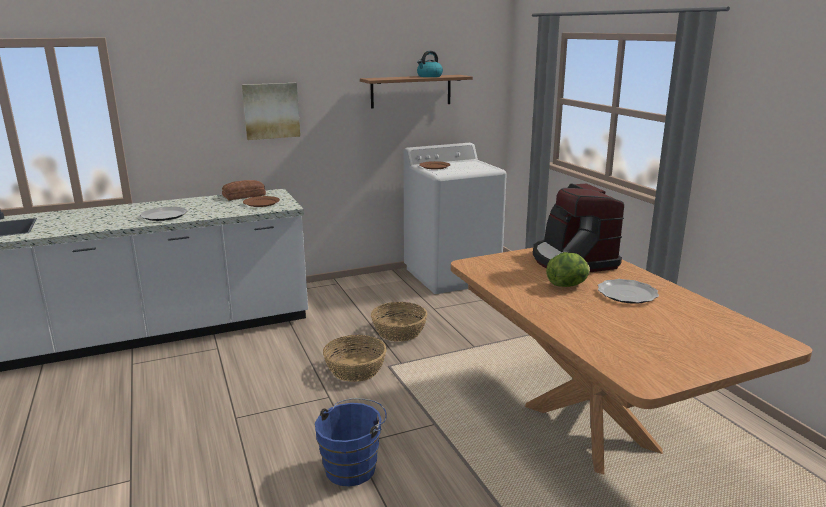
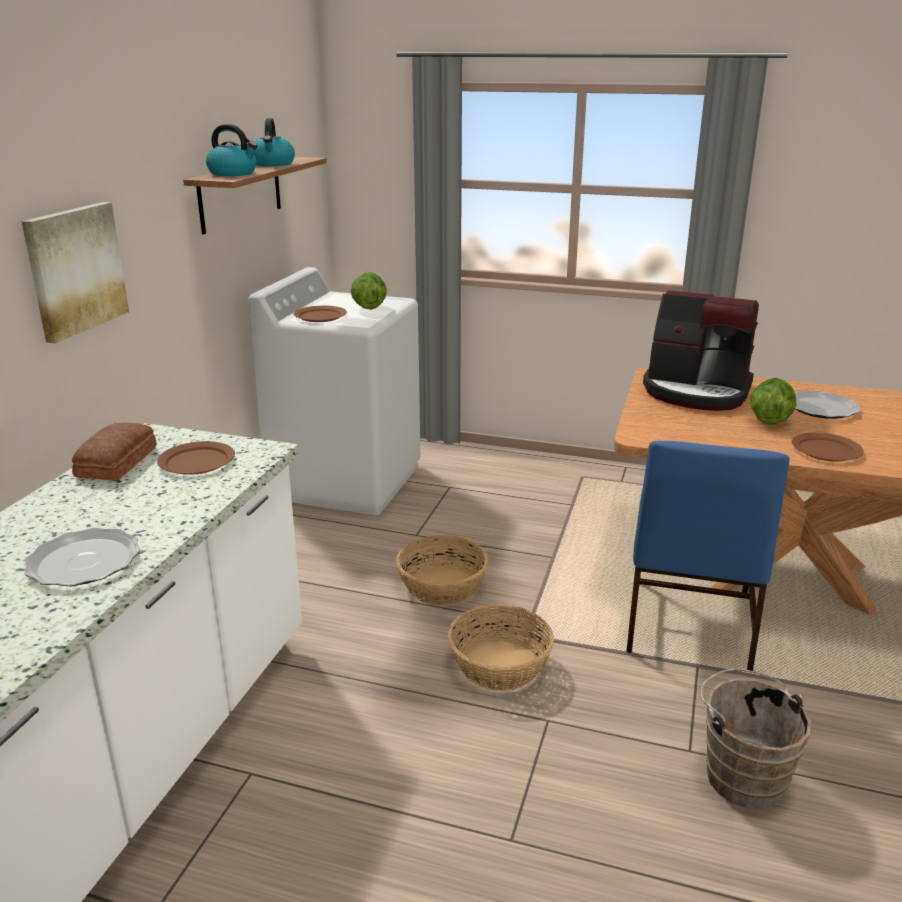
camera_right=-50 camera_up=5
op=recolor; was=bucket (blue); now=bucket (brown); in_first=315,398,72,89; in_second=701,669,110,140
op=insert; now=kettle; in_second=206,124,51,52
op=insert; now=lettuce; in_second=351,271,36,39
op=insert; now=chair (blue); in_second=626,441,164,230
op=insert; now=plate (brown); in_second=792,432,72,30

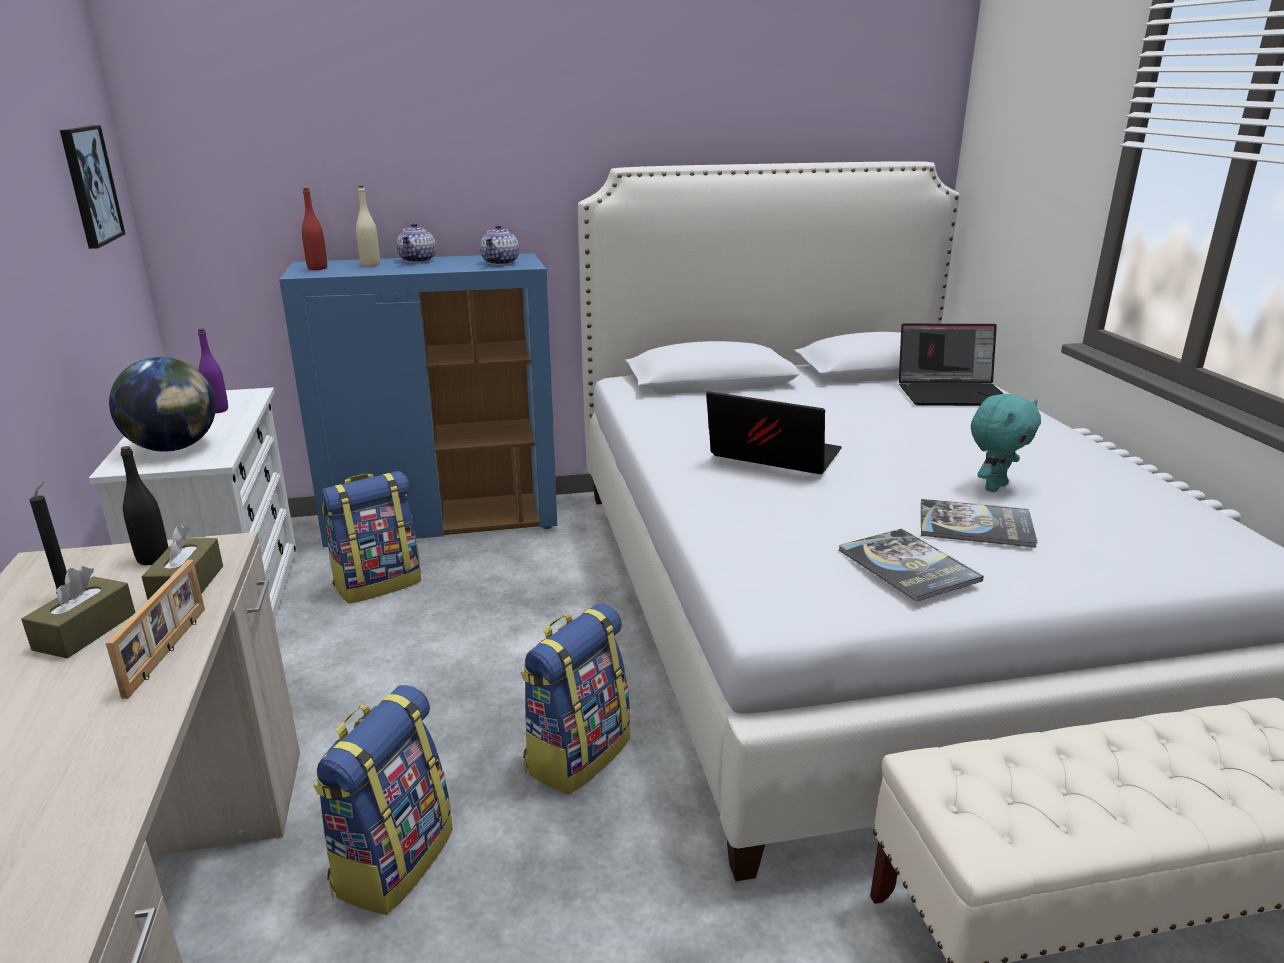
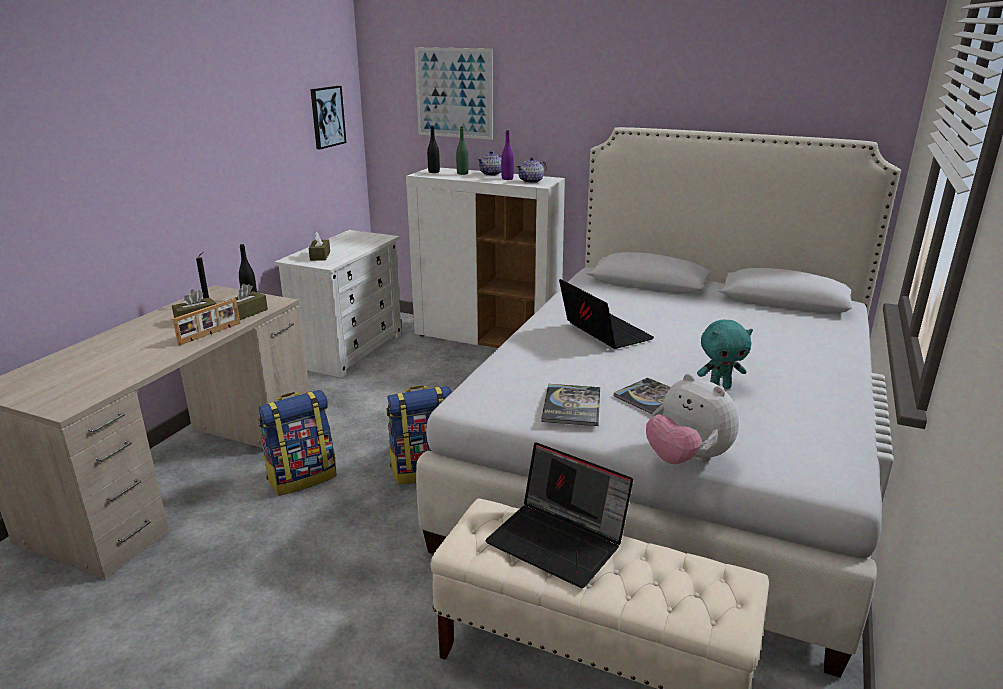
camera_right=35 camera_up=0
op=replace; was=globe; now=tissue box (brown); in_first=109,357,107,95; in_second=308,232,22,29
op=move; was=bottle (purple); in_first=198,329,30,84; in_second=501,130,13,50
op=recolor; was=cabinet (blue); now=cabinet (white); in_first=279,253,278,294; in_second=406,168,159,180
op=recolor; was=bottle (red); now=bottle (black); in_first=302,188,25,82; in_second=427,125,13,48
op=delete; was=backpack; in_first=322,471,99,133
op=recolor; was=bottle (beige); now=bottle (green); in_first=356,186,24,81; in_second=456,127,12,48
op=move; was=laptop; in_first=899,324,104,82; in_second=486,442,147,146
op=insert; now=picture; in_second=414,47,79,93
op=insert; now=plush toy; in_second=646,374,93,90

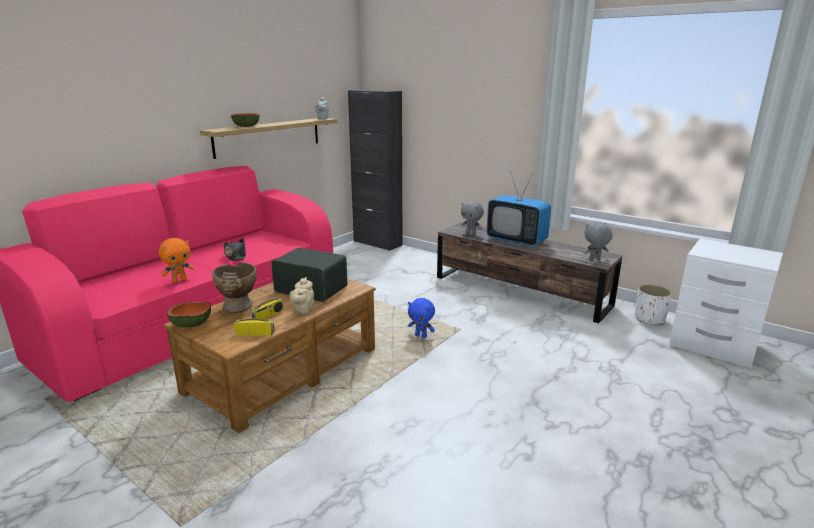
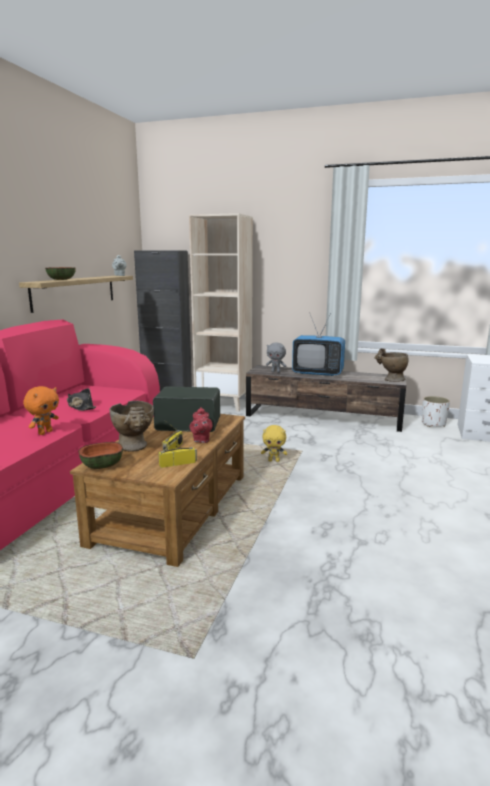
camera_right=-20 camera_up=-5
op=recolor; was=teapot (beige); now=teapot (red); in_first=289,277,25,37; in_second=190,407,23,36
op=recolor; was=plush toy (blue); now=plush toy (yellow); in_first=408,298,27,40; in_second=261,425,26,37
op=replace; was=plush toy (grey); now=vase (beige); in_first=583,222,29,38; in_second=375,348,34,34
op=insert; now=bookcase (beige); in_second=189,213,64,199

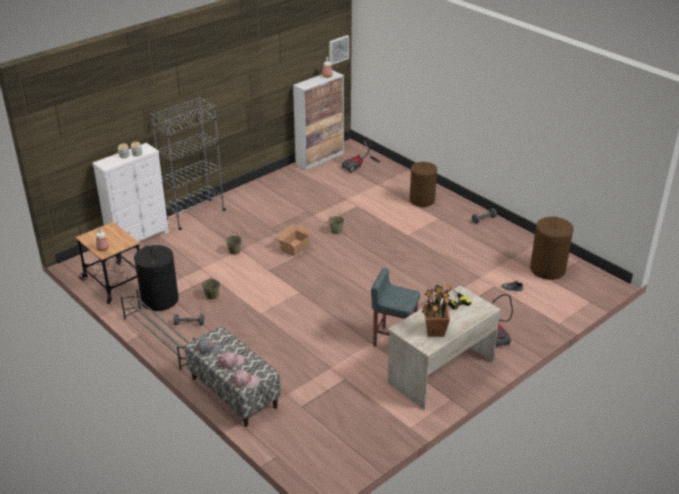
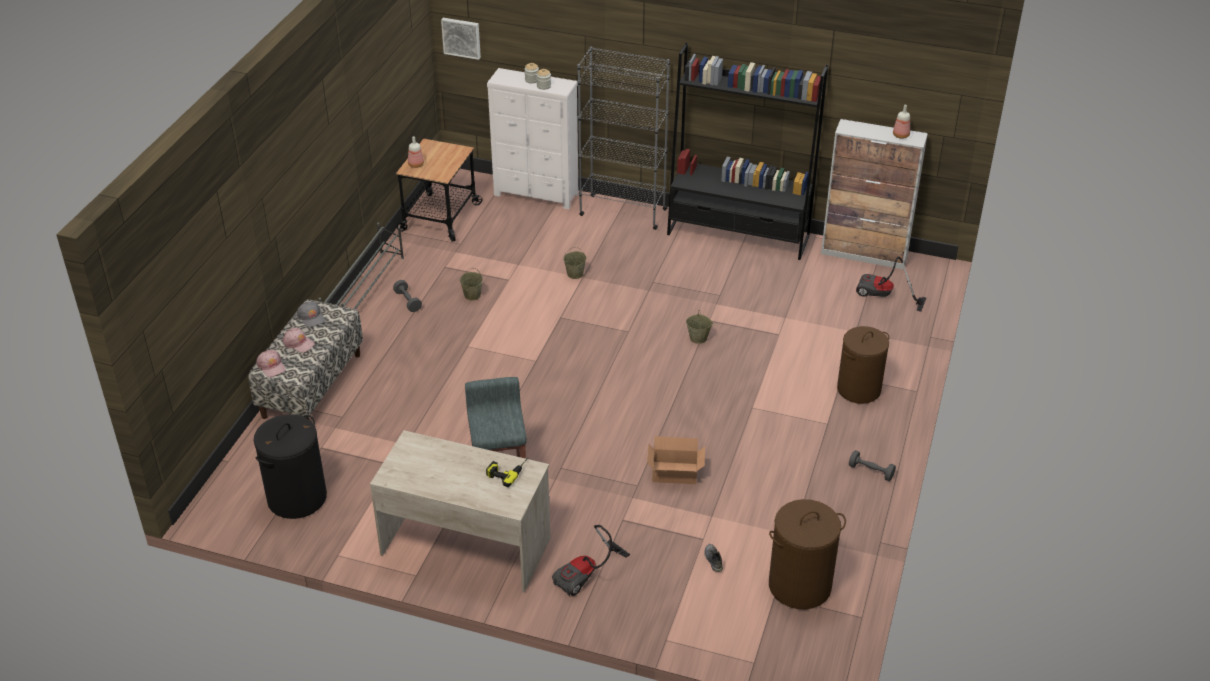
camera_right=60 camera_up=5
op=move; was=laundry basket (black); in_first=134,245,45,66; in_second=254,414,73,105
op=move; was=cardboard box; in_first=278,223,35,33; in_second=647,436,58,48
op=move; was=picture; in_first=329,35,20,30; in_second=441,18,40,42
op=delete; was=potted plant; in_first=422,284,30,53
op=insert; now=bookcase (black); in_second=667,43,161,217

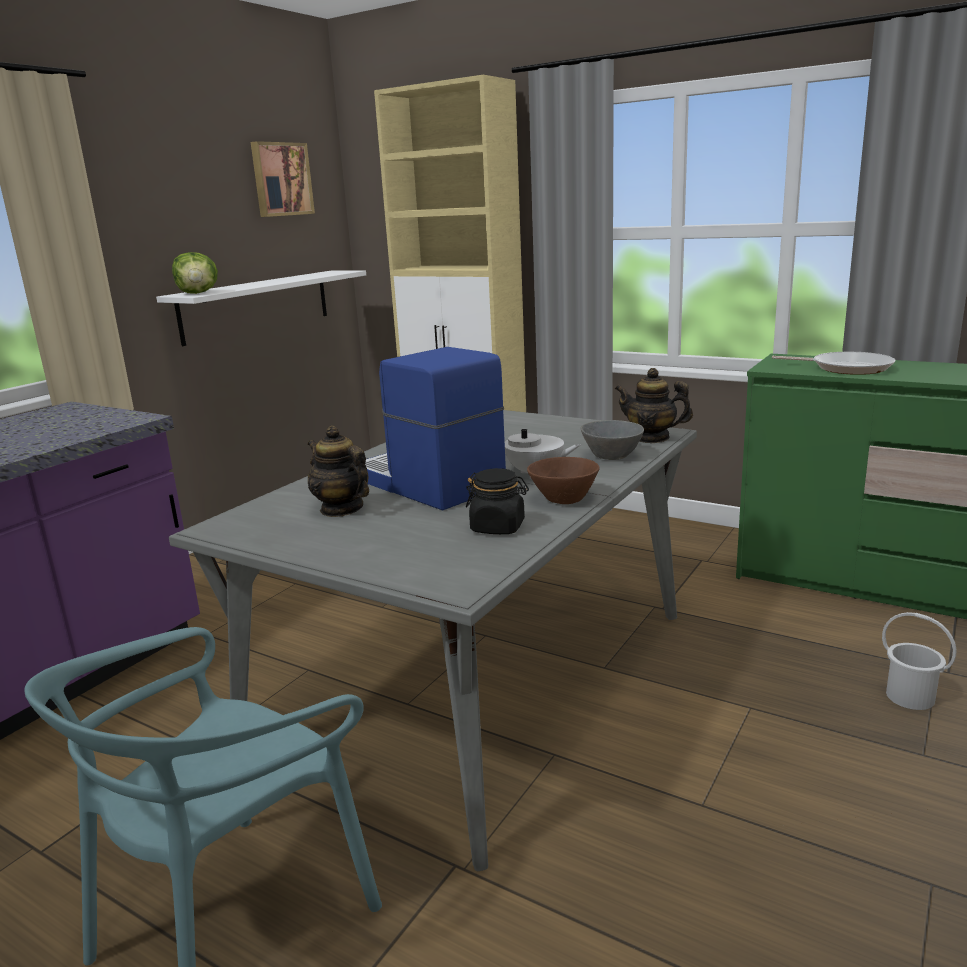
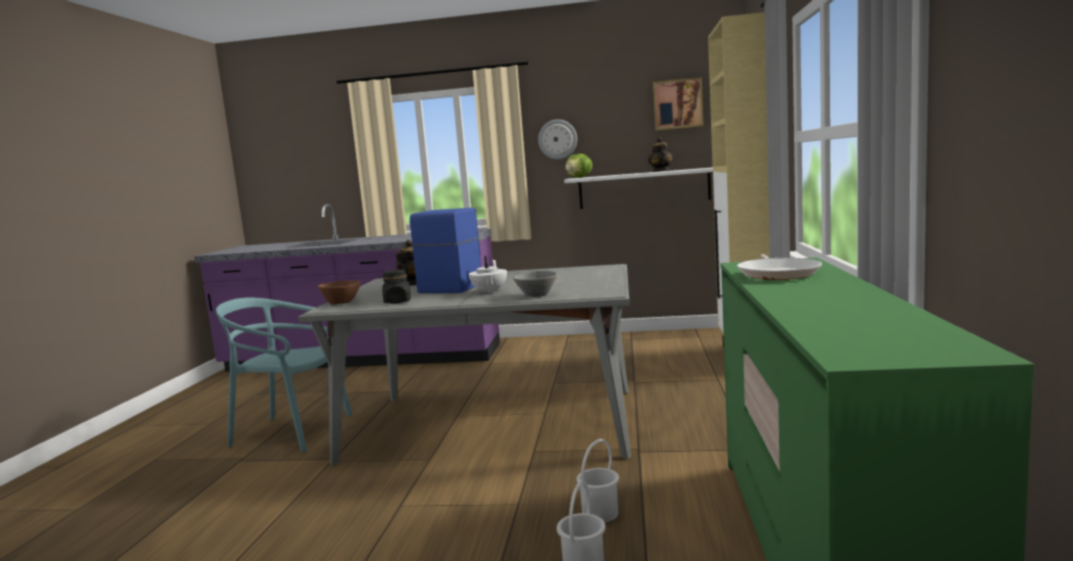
camera_right=65 camera_up=-10
op=move; was=bowl (brown); in_first=527,457,73,47; in_second=318,280,43,24
op=move; was=teapot; in_first=615,368,78,75; in_second=648,137,25,35
op=insert; now=wall clock; in_second=538,119,39,40
op=insert; now=bucket (white); in_second=577,439,42,84

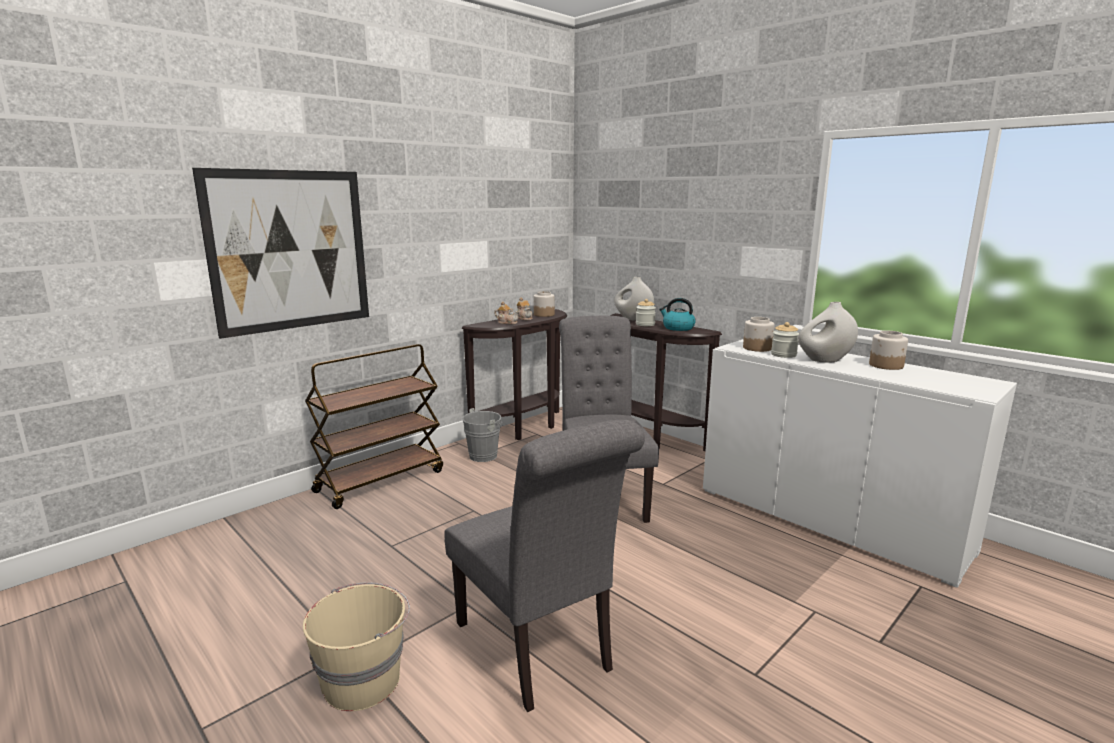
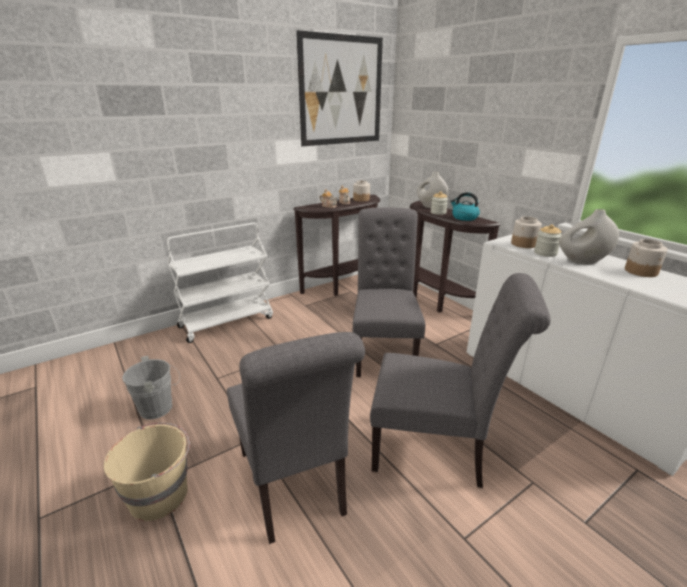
camera_right=10 camera_up=10
op=move; was=picture; in_first=192,168,177,171; in_second=296,30,87,116
op=recolor; was=cart (brown); now=cart (white); in_first=305,344,138,165; in_second=167,223,106,120
op=move; was=bucket (grey); in_first=462,408,47,54; in_second=122,356,58,63
op=insert; now=chair (grey); in_second=370,273,181,215

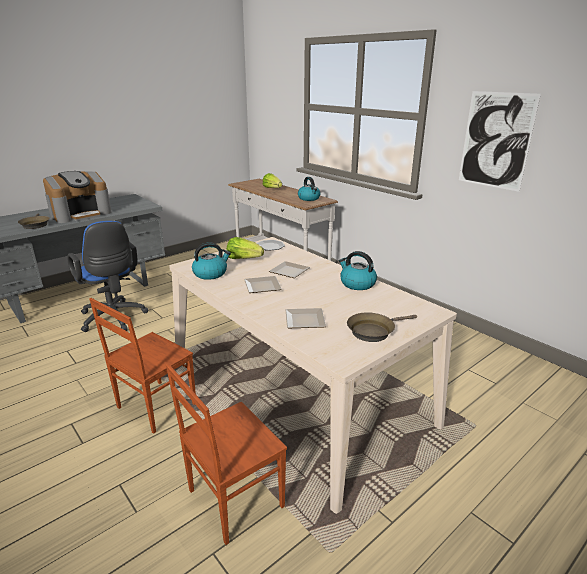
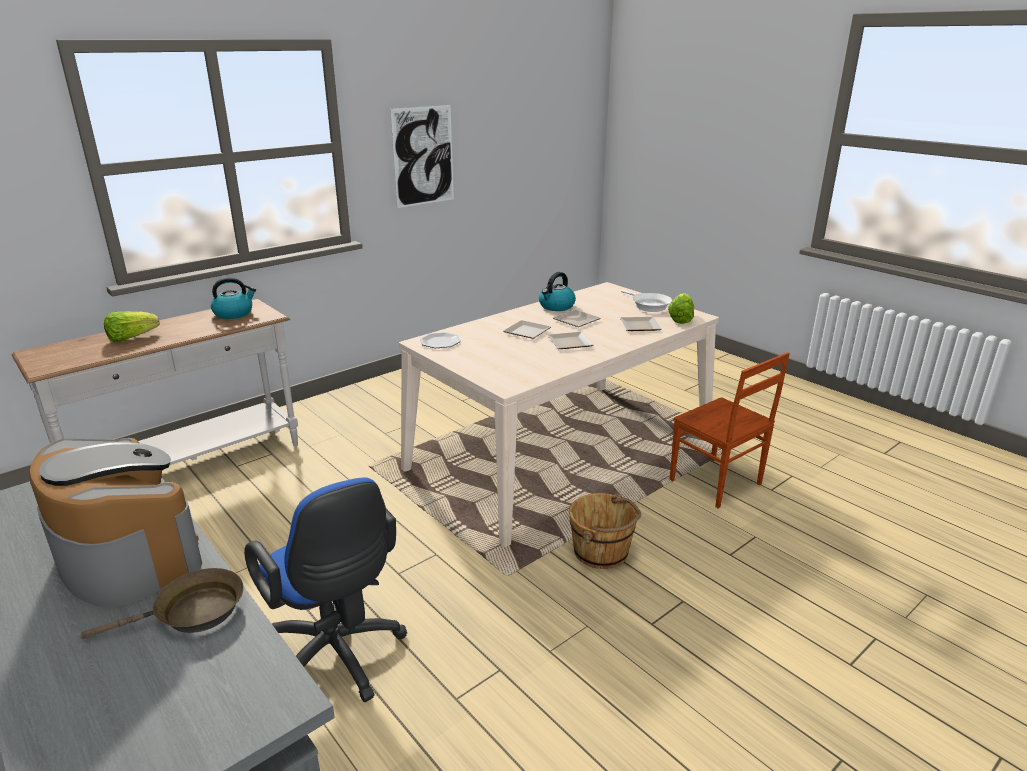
camera_right=-90 camera_up=0
op=rotate; was=office chair (blue); in_first=67,221,81,111; in_second=244,478,163,224; clockwise=90
op=replace; was=chair (brown); now=bucket (brown); in_first=90,298,106,136; in_second=569,493,72,76
op=delete; was=kettle; in_first=192,242,39,38
op=move; was=lettuce; in_first=227,237,37,22; in_second=668,293,26,31
op=recolor; was=frying pan (brown); now=frying pan (white); in_first=347,312,70,30; in_second=621,290,51,22
op=insert; now=plate; in_second=553,310,48,17

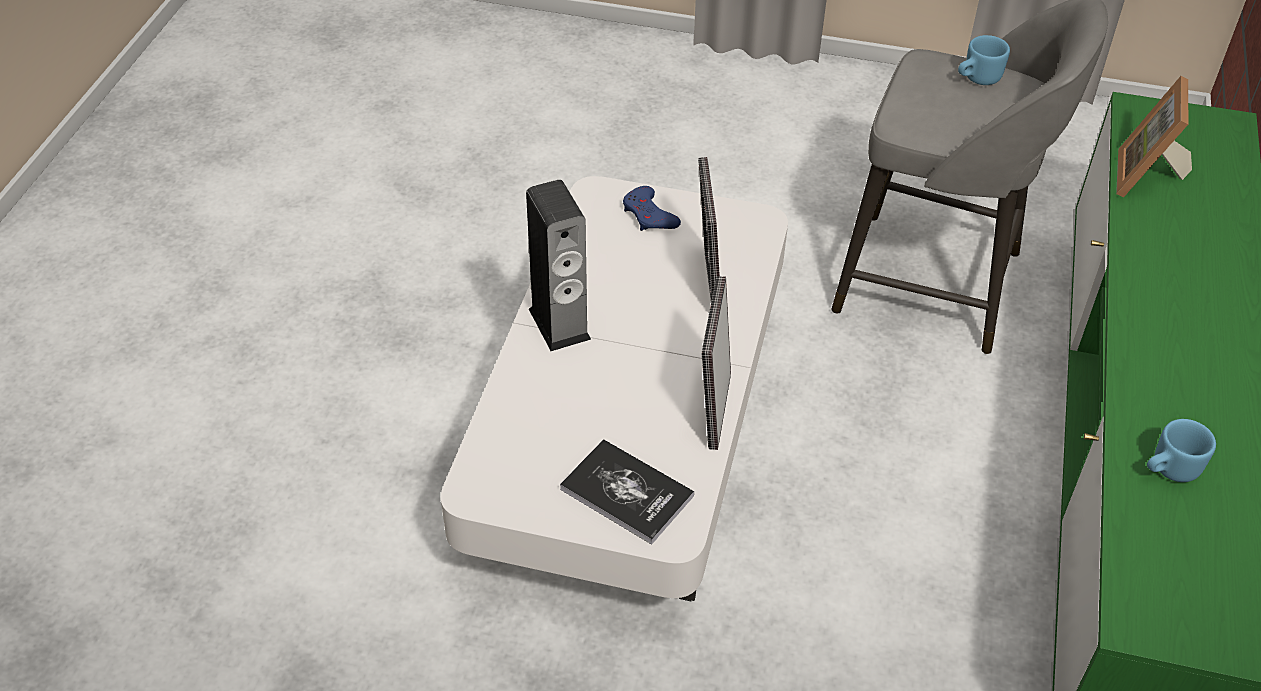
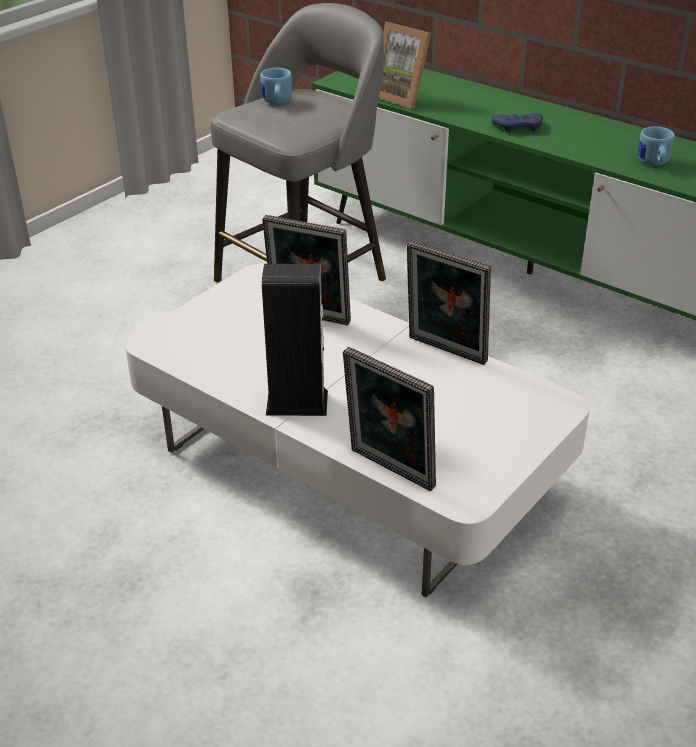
camera_right=-65 camera_up=-10
op=delete; was=book; in_first=560,439,134,106
op=move; was=game controller (blue); in_first=623,186,58,45; in_second=491,113,52,21
op=insert; now=picture frame; in_second=343,347,93,144

